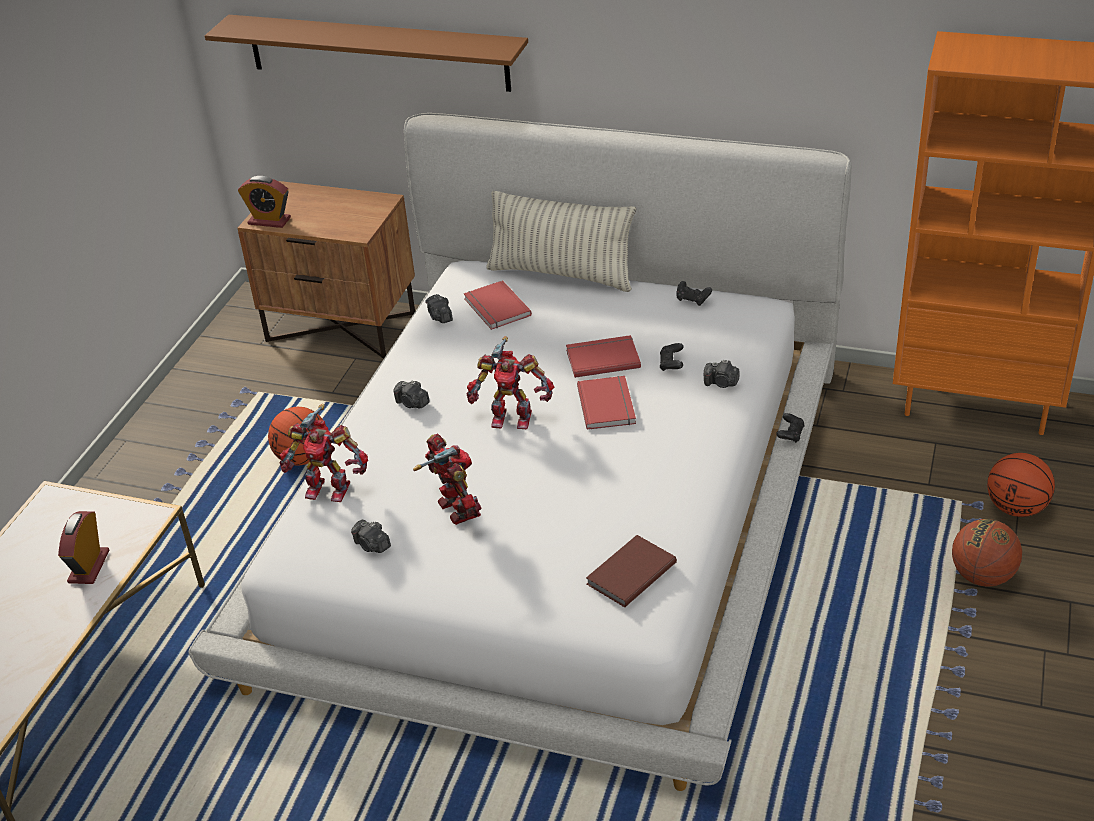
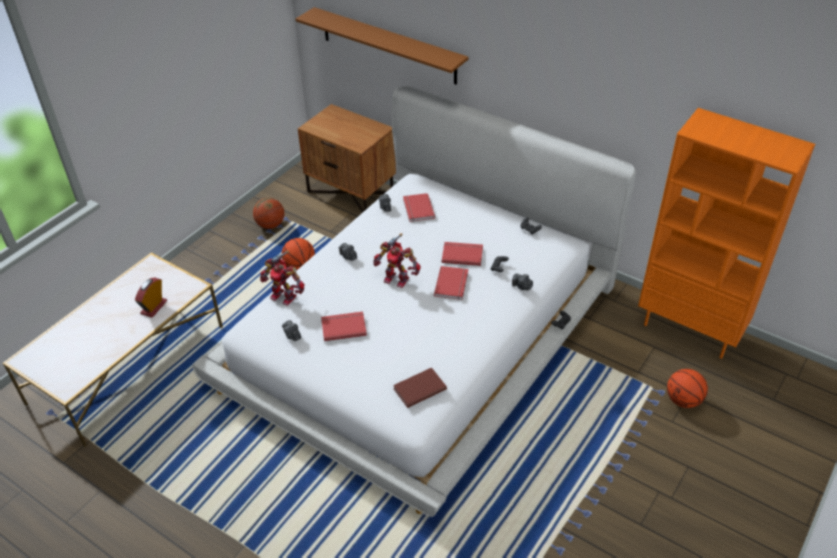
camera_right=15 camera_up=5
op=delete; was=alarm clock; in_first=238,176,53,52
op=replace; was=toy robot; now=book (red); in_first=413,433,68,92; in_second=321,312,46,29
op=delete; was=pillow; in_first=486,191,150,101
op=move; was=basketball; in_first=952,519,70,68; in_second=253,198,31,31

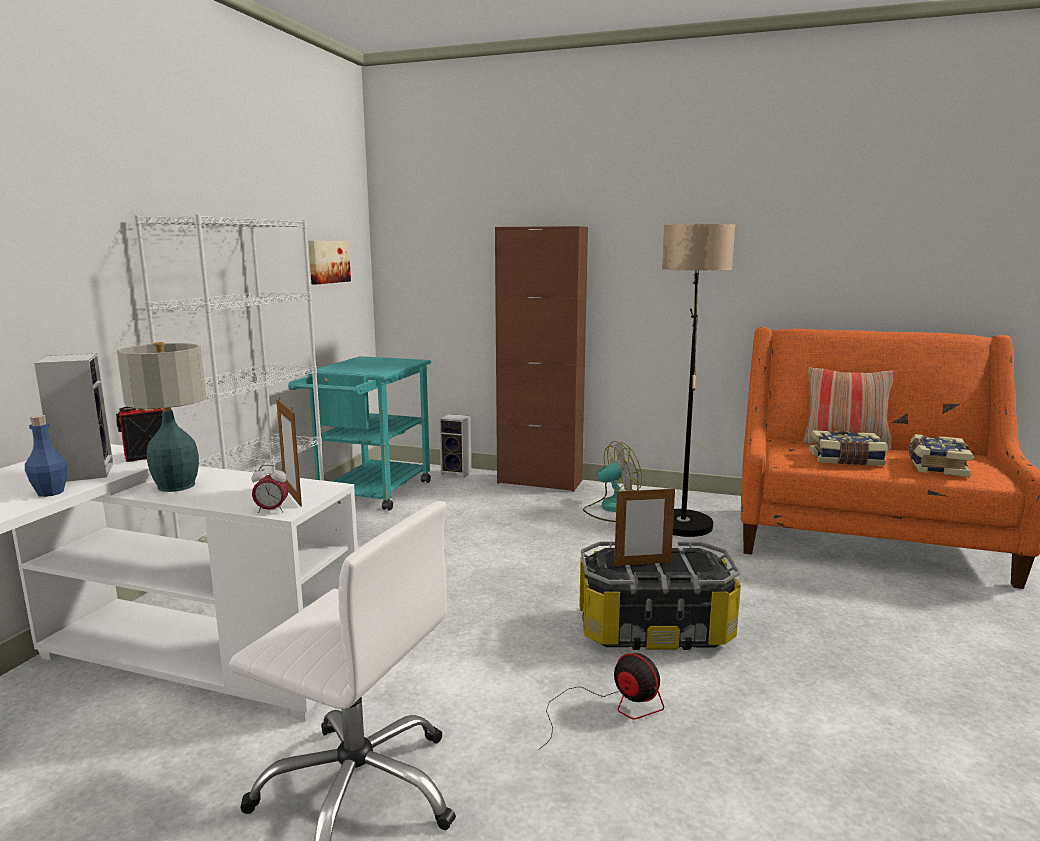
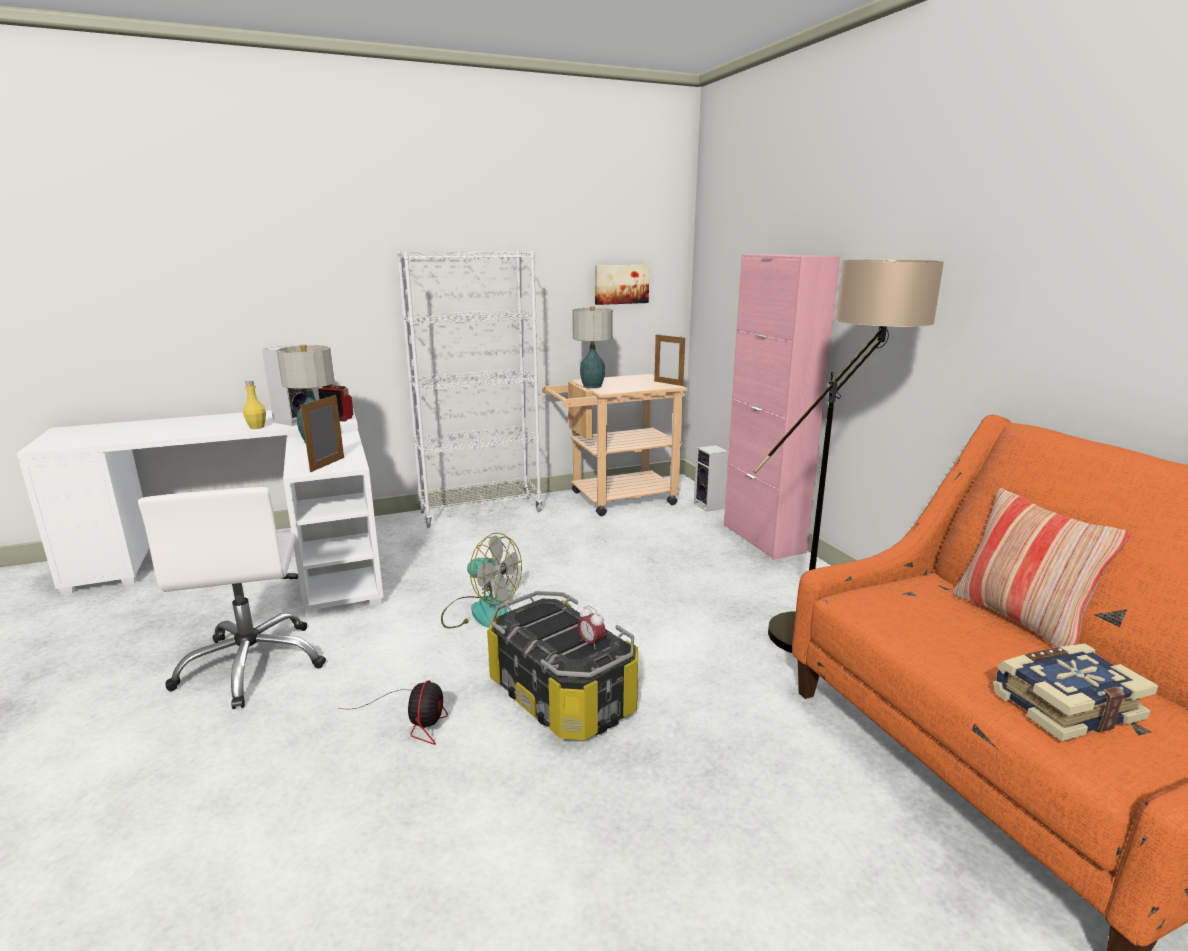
camera_right=50 camera_up=5
op=recolor; was=bottle (blue); now=bottle (yellow); in_first=25,415,43,82; in_second=243,380,23,49
op=move; was=alarm clock; in_first=252,465,37,48; in_second=577,605,29,44
op=recolor; was=cart (turquoise); now=cart (beige); in_first=288,356,143,155; in_second=542,374,145,142
op=recolor; was=cabinet (brown); now=cabinet (pink); in_first=495,226,93,266; in_second=723,254,117,306
op=move; was=fan; in_first=583,441,59,81; in_second=441,533,81,96
op=move; was=picture frame; in_first=614,486,61,80; in_second=654,333,31,53
op=delete; was=book; in_first=810,430,78,36
op=insert; now=table lamp; in_second=572,306,41,82

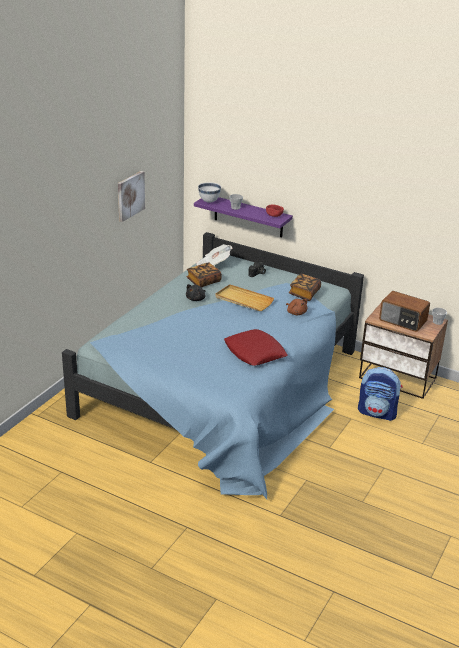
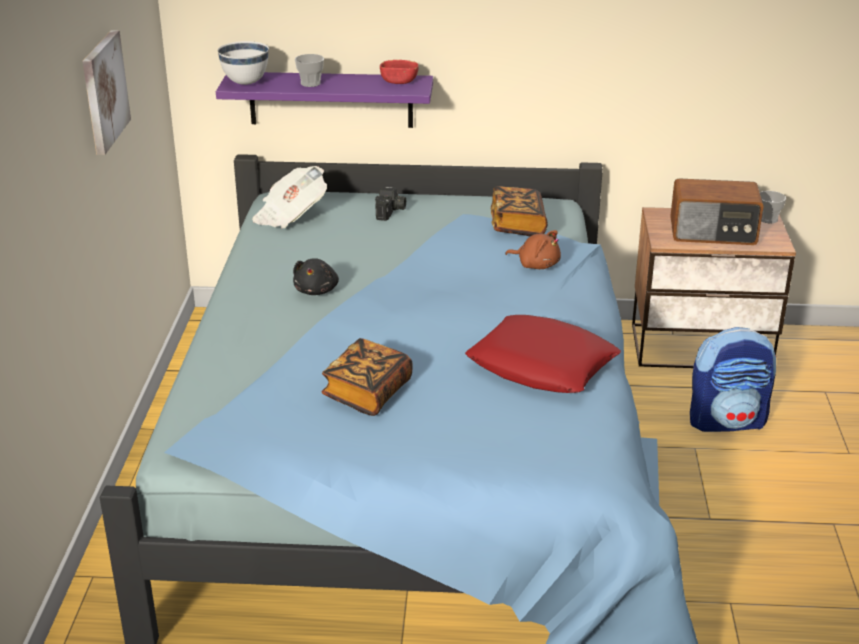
camera_right=-25 camera_up=0
op=move; was=book; in_first=186,262,36,26; in_second=322,338,91,78
op=delete; was=tray (beige); in_first=215,284,59,27

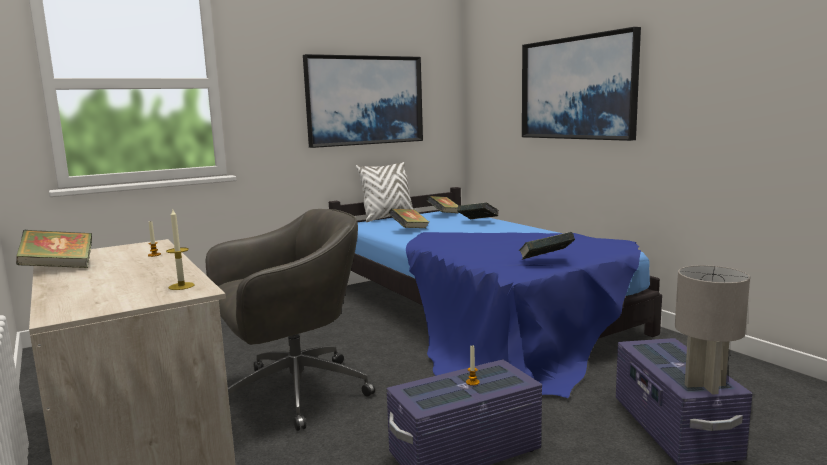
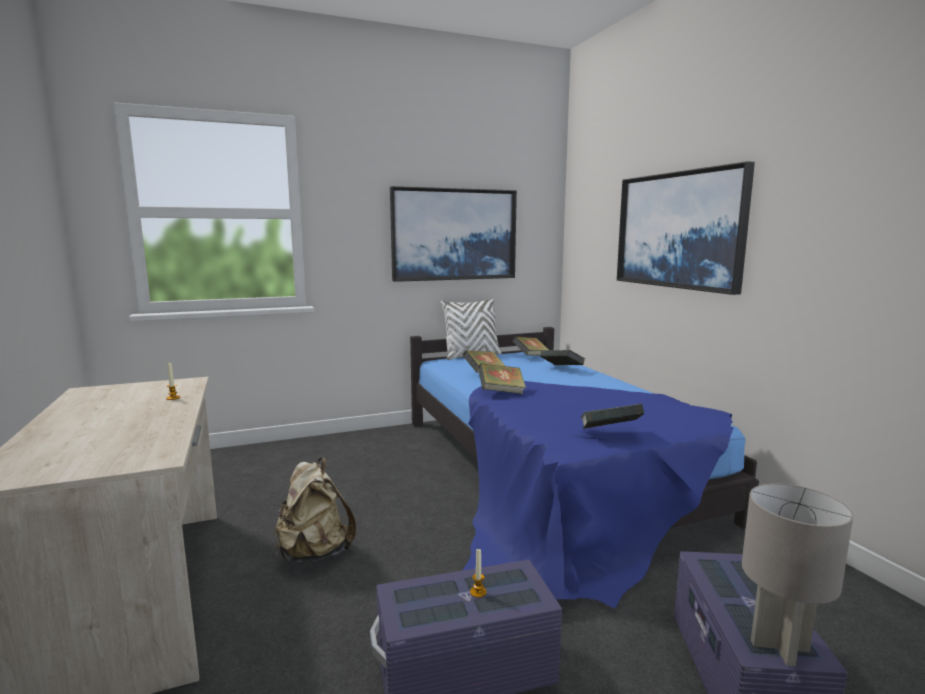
camera_right=10 camera_up=0
op=move; was=book; in_first=16,230,76,38; in_second=478,363,48,31
op=delete; was=candle; in_first=166,209,29,81
op=replace; was=office chair (grey); now=backpack (beige); in_first=206,209,169,222; in_second=275,458,81,105

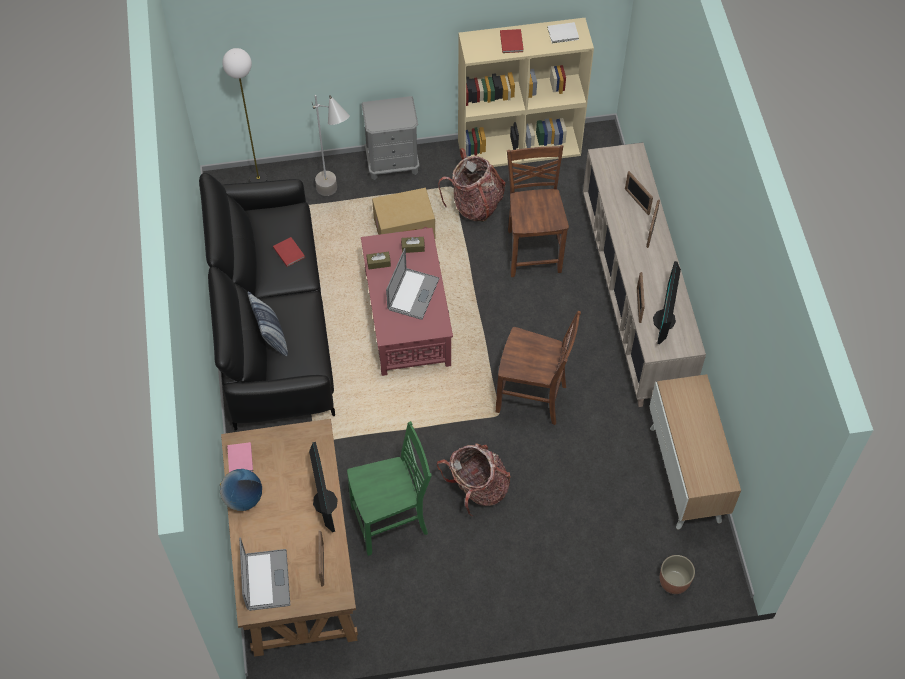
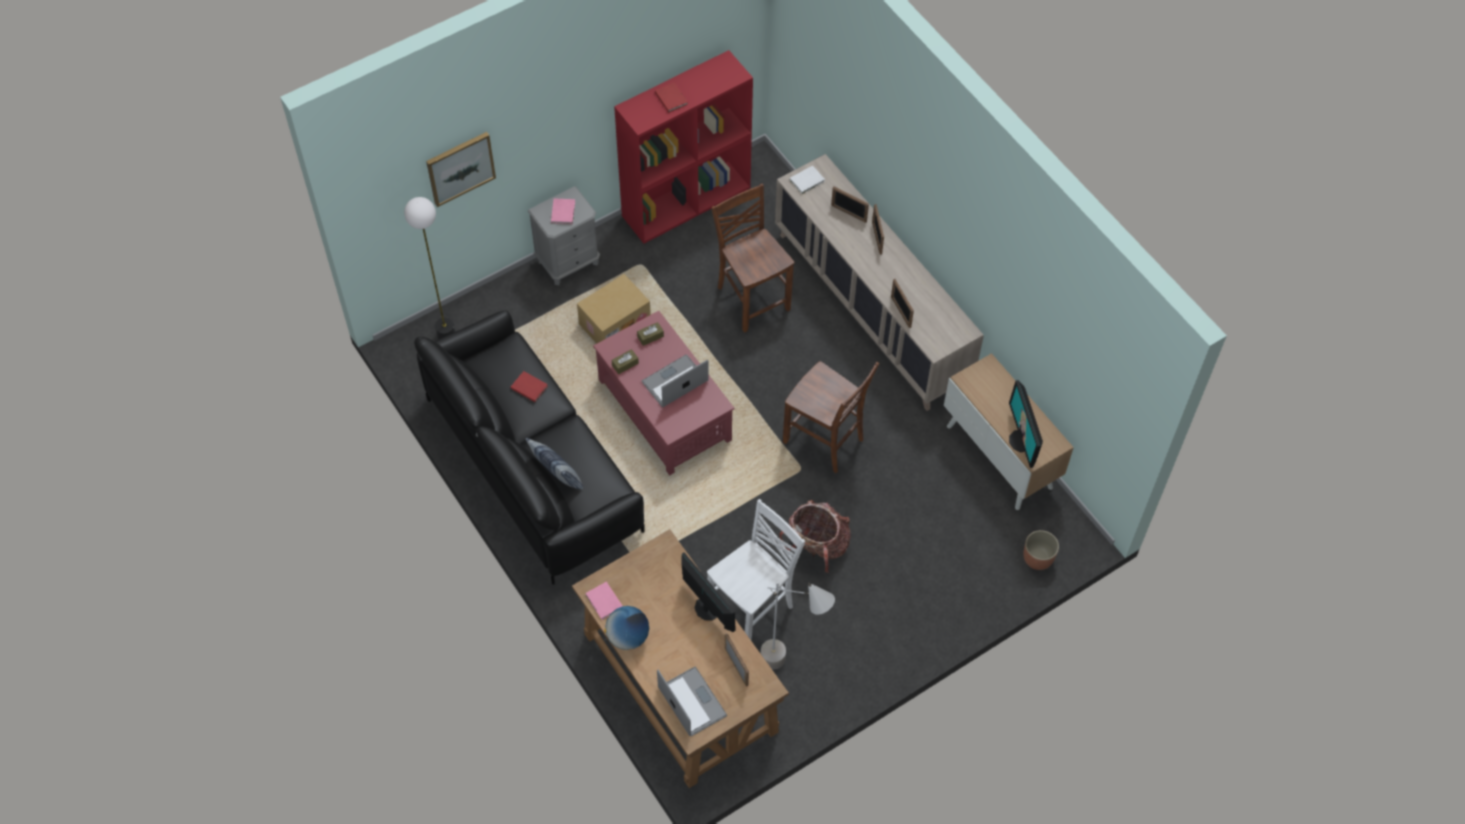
camera_right=-25 camera_up=0
op=move; was=floor lamp (grey); in_first=312,95,38,101; in_second=761,582,74,88
op=recolor; was=chair (green); now=chair (white); in_first=347,421,85,135; in_second=707,499,98,141
op=rotate; was=laptop; in_first=386,248,54,72; in_second=642,354,67,53; clockwise=-120
op=delete; was=backpack; in_first=438,148,68,74
op=recolor; was=bookcase (beige); now=bookcase (red); in_first=458,18,136,149; in_second=614,50,139,194
op=rotate; was=chair (brown); in_first=496,311,85,114; in_second=783,361,96,112; clockwise=45
op=move; was=book (white); in_first=548,22,31,21; in_second=790,166,35,28
op=move; was=monitor; in_first=653,261,28,83; in_second=1009,380,34,88
op=insert; now=picture; in_second=426,132,70,75
op=insert; now=book (pink); in_second=551,198,24,26

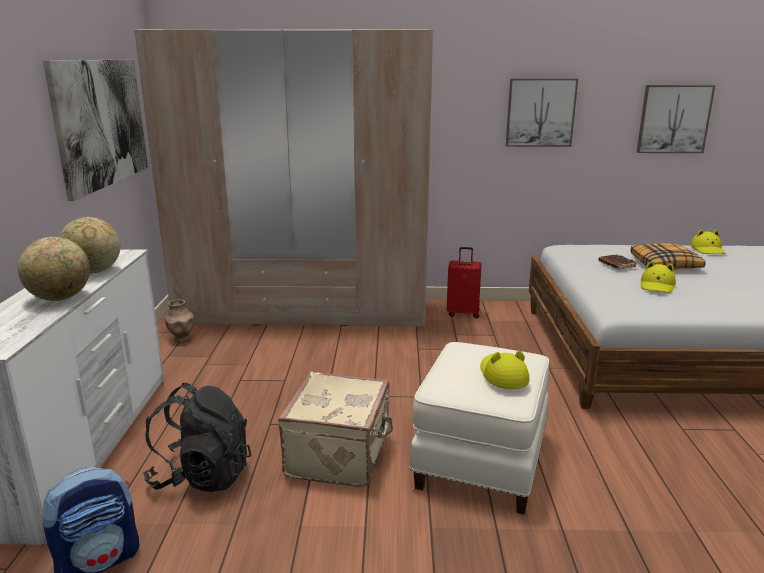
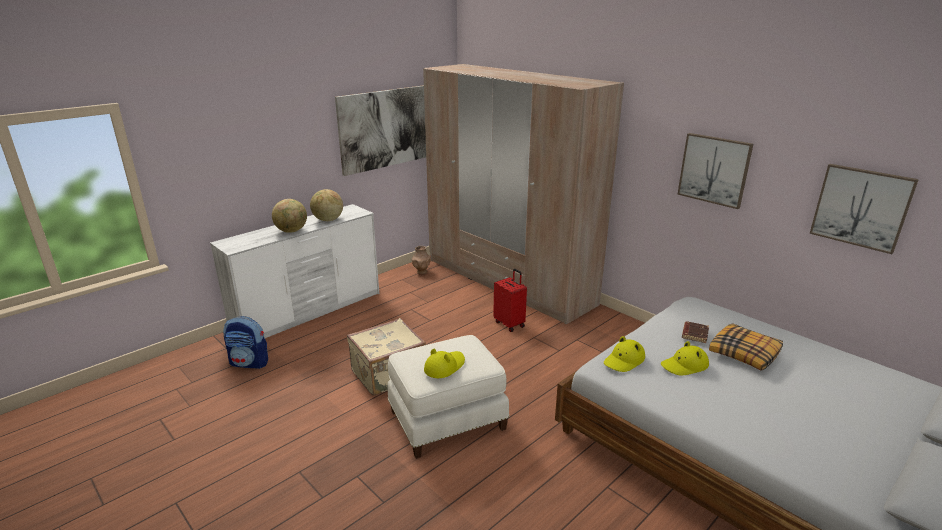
camera_right=45 camera_up=5
op=delete; was=backpack (black); in_first=143,383,108,109
op=move; was=suitcase (red); in_first=447,247,34,71; in_second=493,269,34,63
op=move; was=hat (yellow); in_first=691,229,35,25; in_second=604,336,41,36

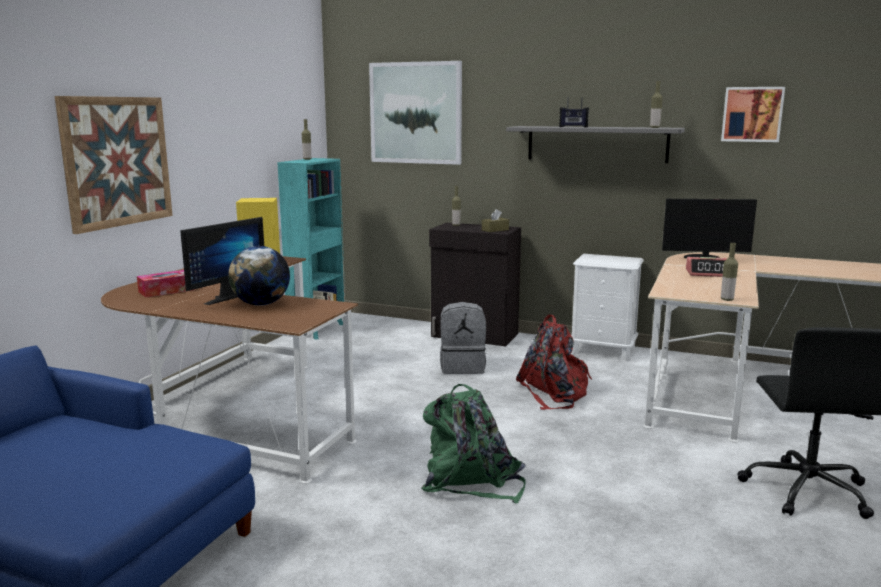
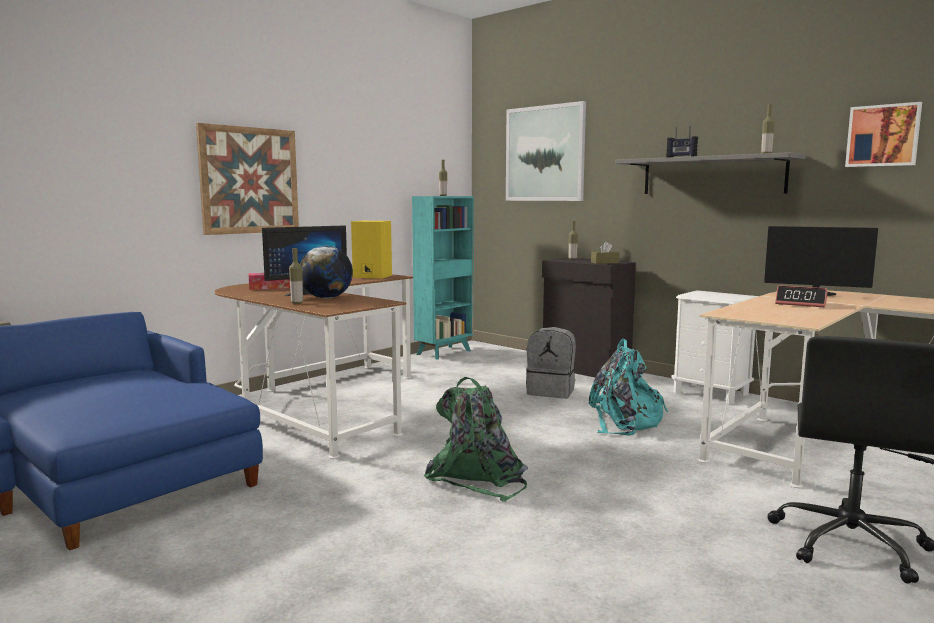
camera_right=20 camera_up=-5
op=recolor; was=backpack (red); now=backpack (turquoise); in_first=516,314,76,96; in_second=588,339,80,96
op=move; was=bottle; in_first=721,243,17,58; in_second=289,248,14,56

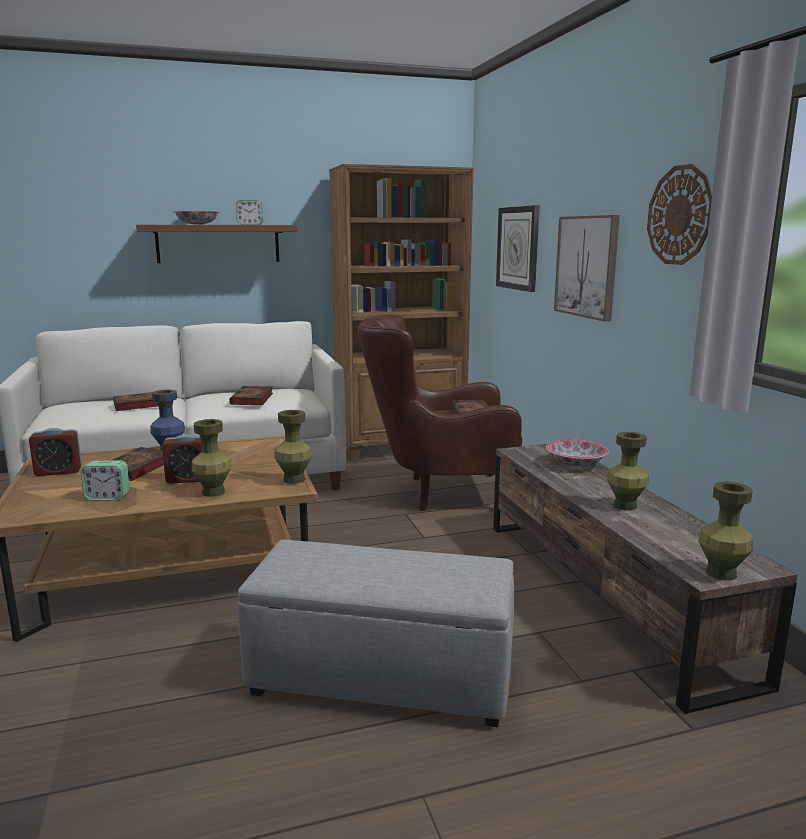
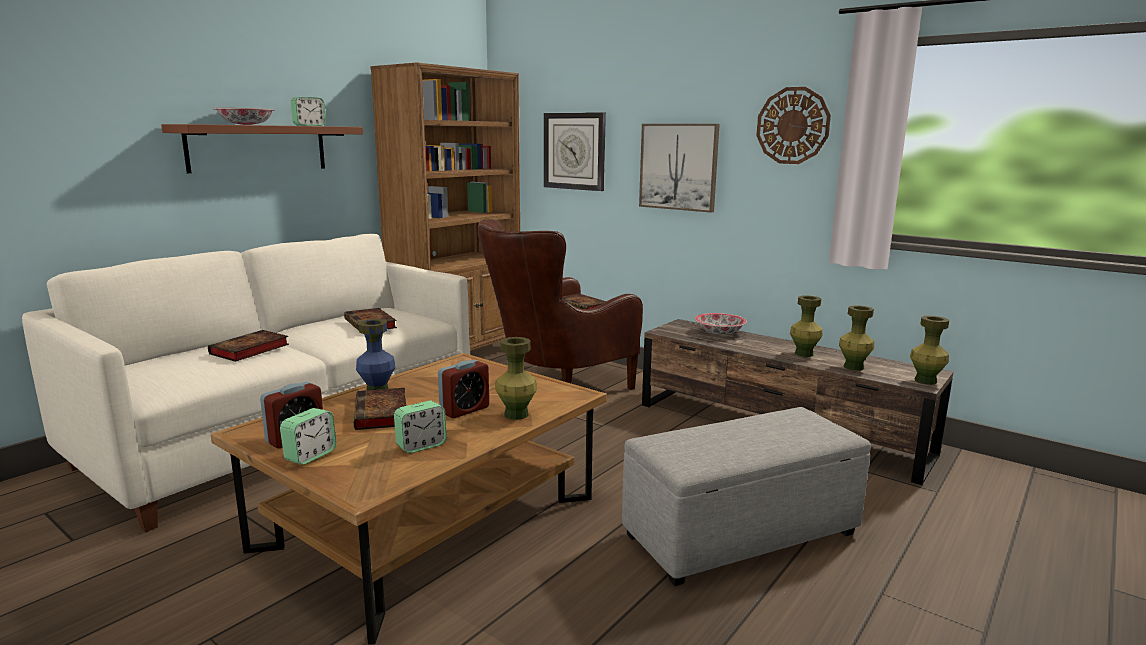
camera_right=-35 camera_up=0
op=move; was=vase (green); in_first=274,410,39,74; in_second=839,305,35,66
op=insert; now=alarm clock; in_second=280,408,56,57

